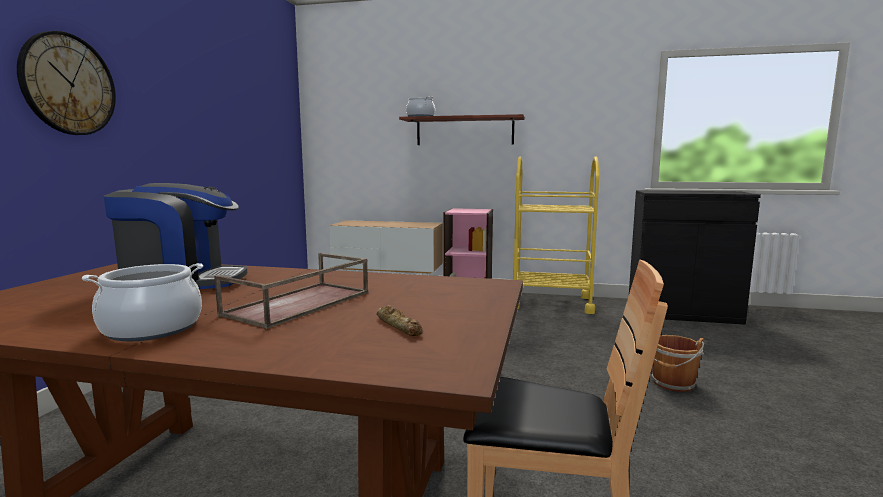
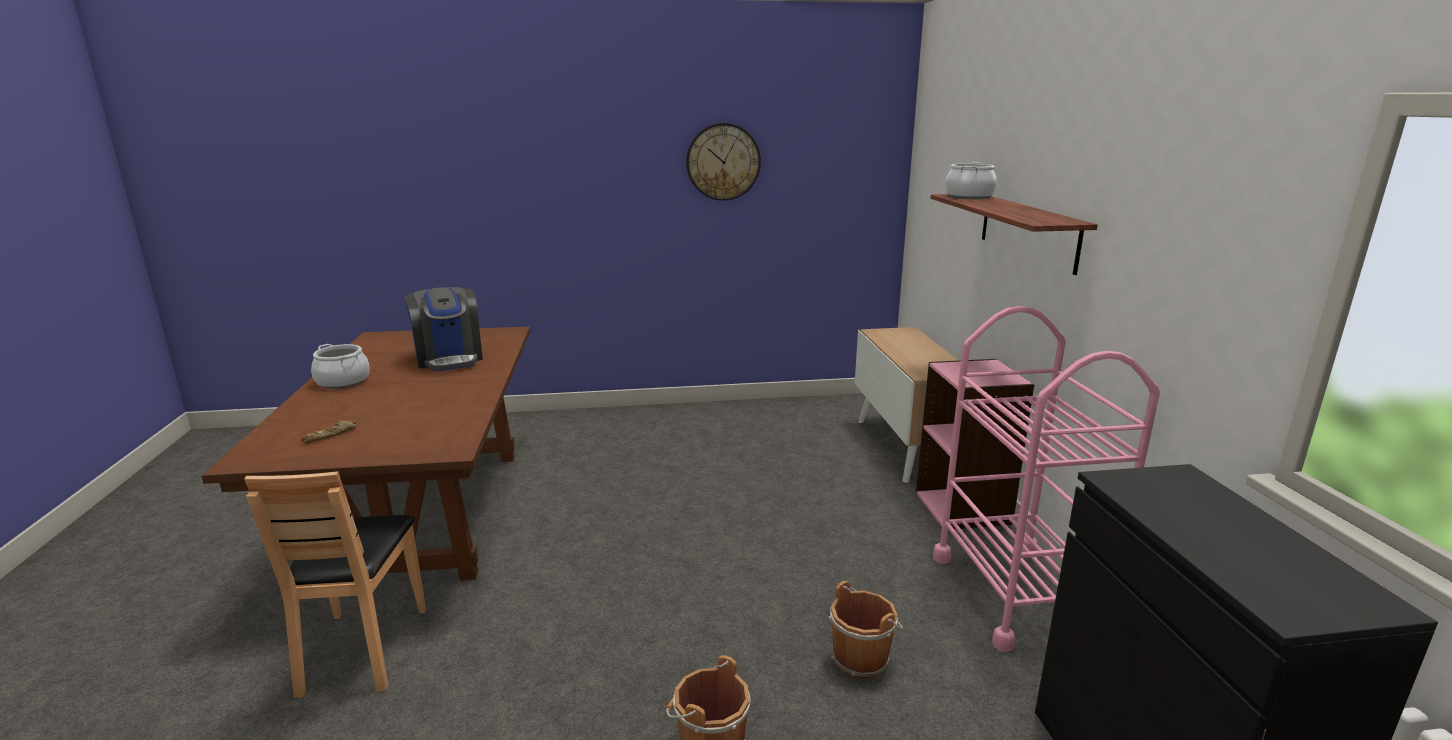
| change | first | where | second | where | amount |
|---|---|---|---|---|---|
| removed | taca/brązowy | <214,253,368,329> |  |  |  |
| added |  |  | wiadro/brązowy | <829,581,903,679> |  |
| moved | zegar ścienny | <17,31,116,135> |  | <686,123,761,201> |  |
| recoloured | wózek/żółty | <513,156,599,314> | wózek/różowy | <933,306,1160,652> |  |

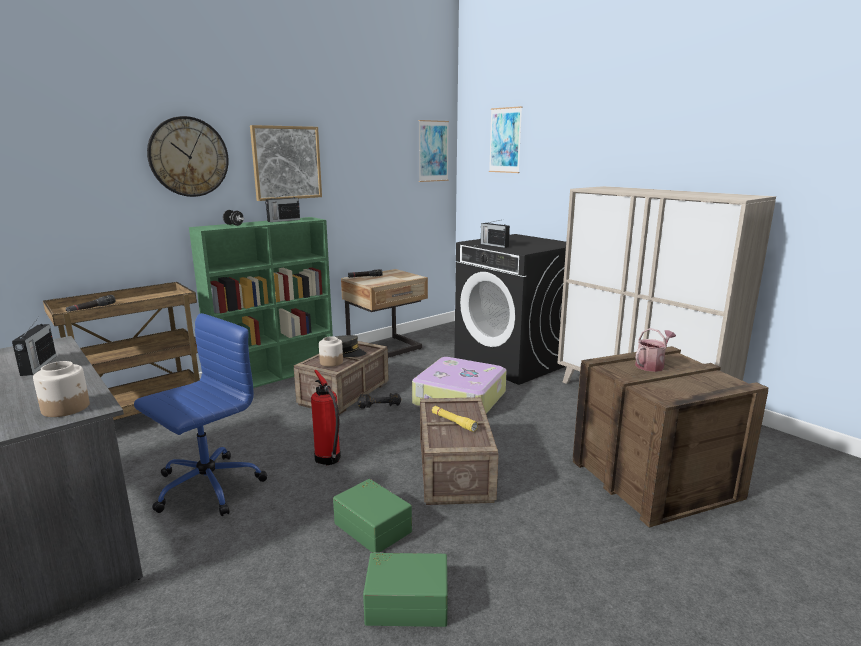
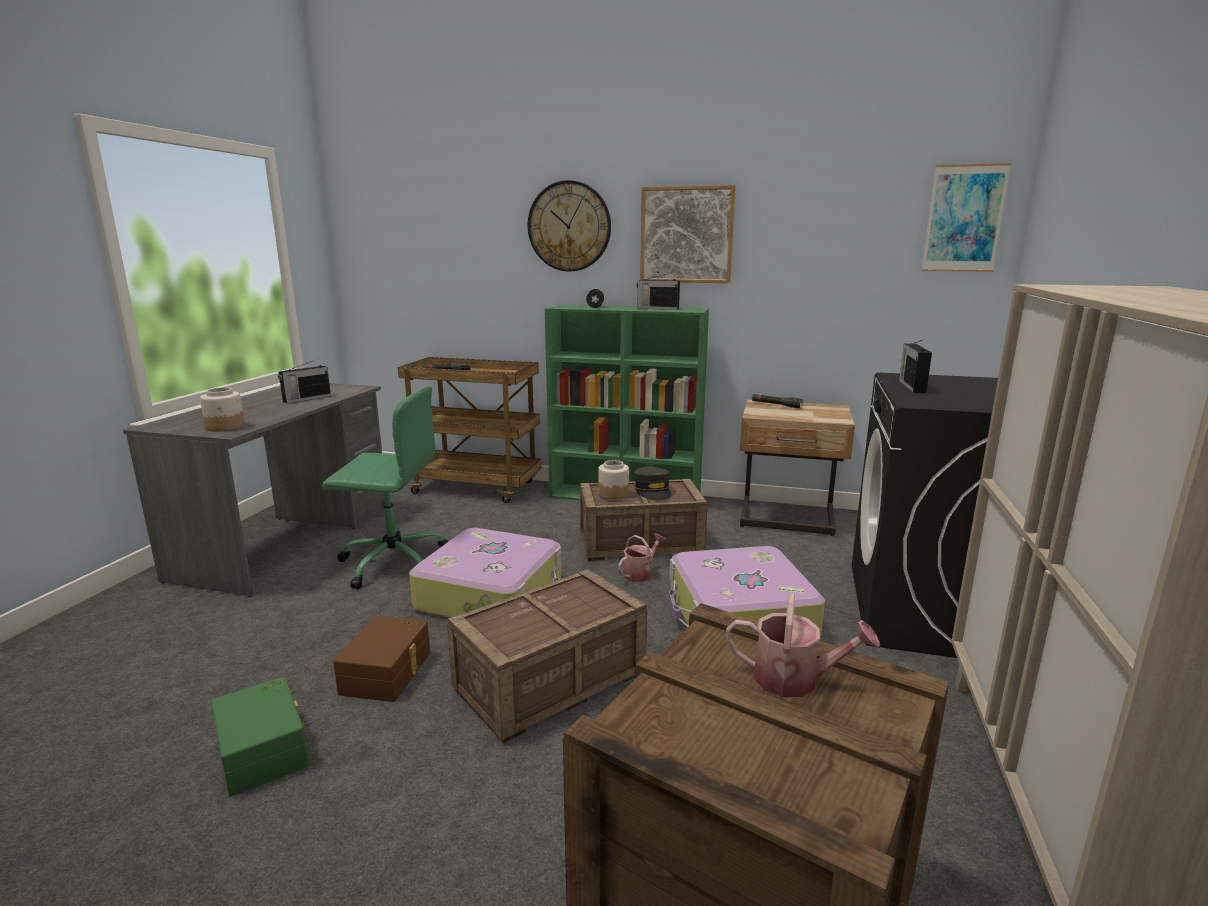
| change | first | where | second | where | amount |
|---|---|---|---|---|---|
| removed | latarka/żółty | <432,406,478,432> |  |  |  |
| removed | obraz | <489,106,522,173> |  |  |  |
| replaced | gaśnica | <311,370,341,465> | walizka | <409,528,562,618> |  |
| replaced | hantel/czarny | <358,393,401,409> | konewka | <618,534,665,582> |  |
| recoloured | krzesło biurowe/niebieski | <134,313,267,516> | krzesło biurowe/zielony | <322,386,448,589> |  |
| recoloured | pojemnik do przechowywania/zielony | <333,479,412,553> | pojemnik do przechowywania/brązowy | <333,616,430,702> |  |

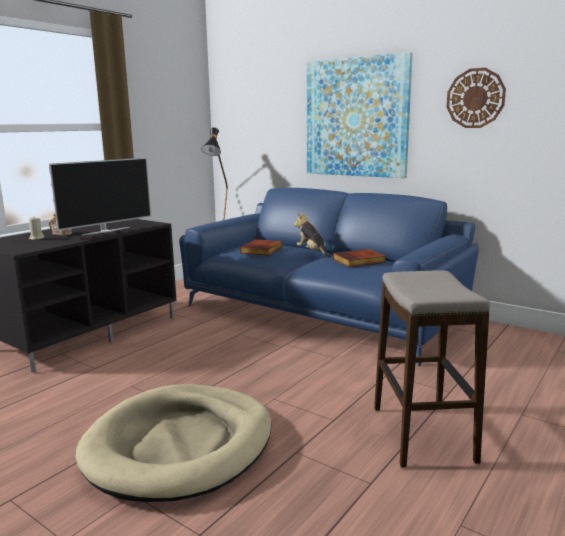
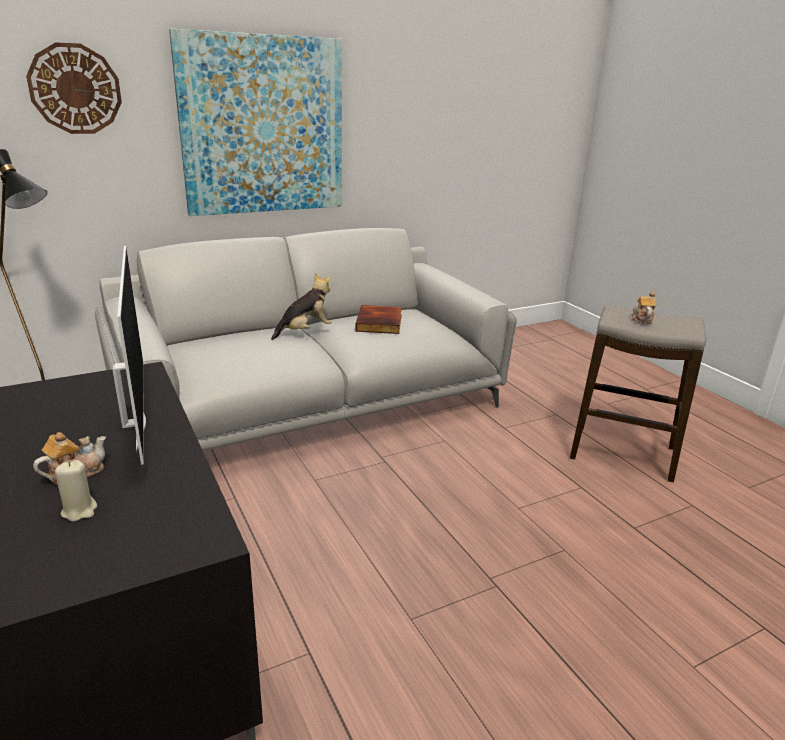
| change | first | where | second | where | amount |
|---|---|---|---|---|---|
| removed | legowisko/beżowy | <75,384,272,502> |  |  |  |
| removed | książka | <240,239,283,256> |  |  |  |
| added |  |  | imbryk | <632,291,657,324> |  |
| moved | zegar ścienny | <447,68,506,128> |  | <26,42,122,134> |  |
| recoloured | kanapa/niebieski | <179,188,479,366> | kanapa/szary | <95,228,517,451> |  |
| turned | pluszak | <294,213,331,258> |  | <271,273,331,340> | 150 degrees clockwise |

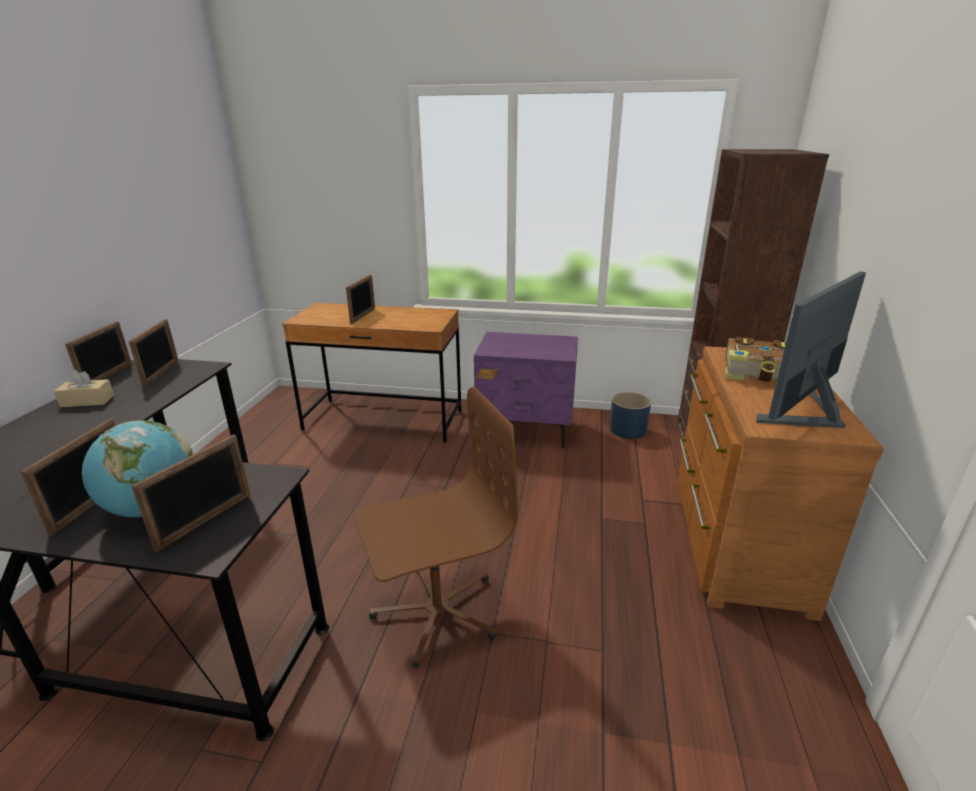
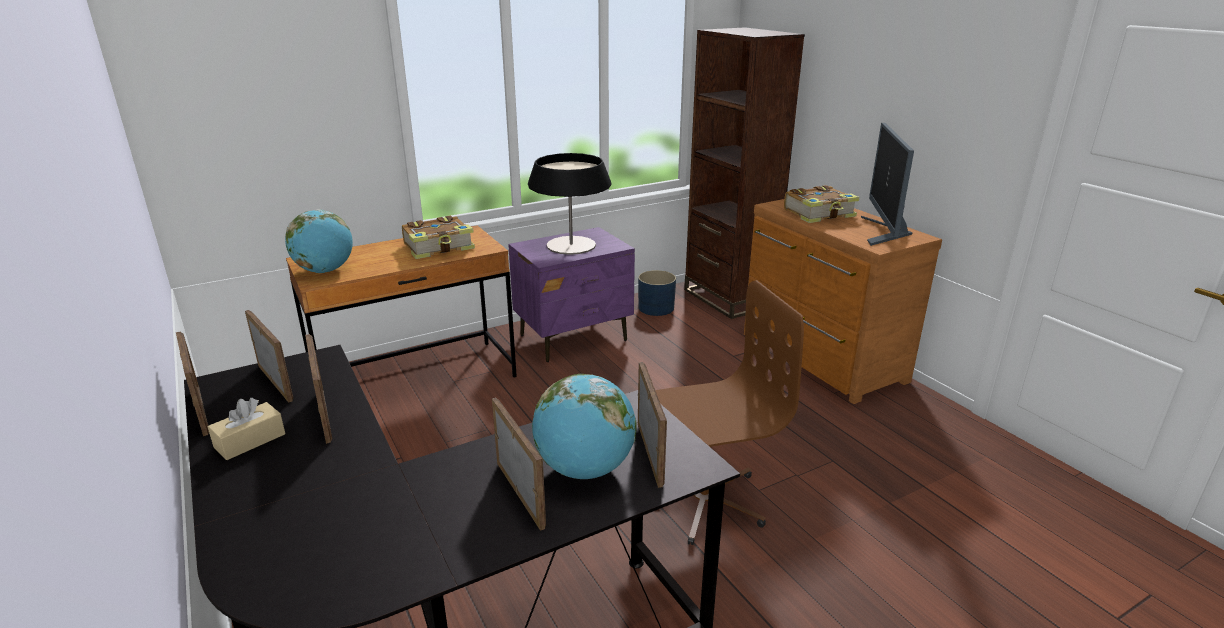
| change | first | where | second | where | amount |
|---|---|---|---|---|---|
| added |  |  | globus | <285,209,353,273> |  |
| added |  |  | książka | <402,216,475,259> |  |
| added |  |  | lampa stołowa | <528,153,612,255> |  |
| moved | ramka na zdjęcie | <346,275,375,324> |  | <305,334,332,444> |  |
| turned | krzesło biurowe/brązowy | <355,387,518,668> |  | <655,280,804,545> | 45 degrees clockwise |

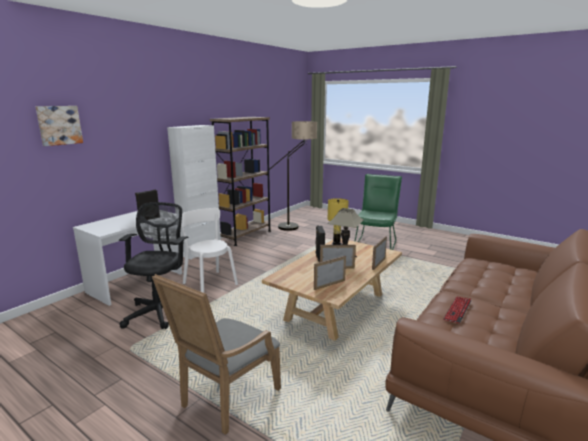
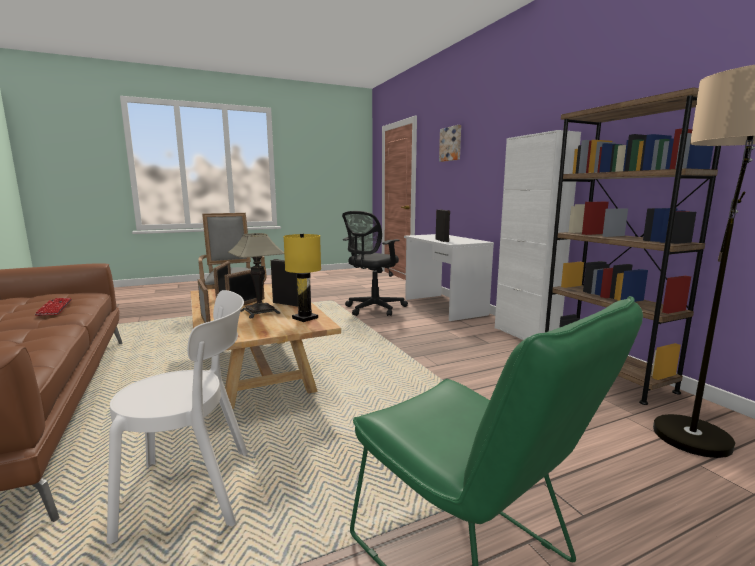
| change | first | where | second | where | amount |
|---|---|---|---|---|---|
| moved | krzesło/biały | <181,208,238,293> |  | <107,290,248,544> |  |
| turned | krzesło biurowe/czarny | <119,202,189,329> |  | <342,211,408,316> | 90 degrees clockwise |

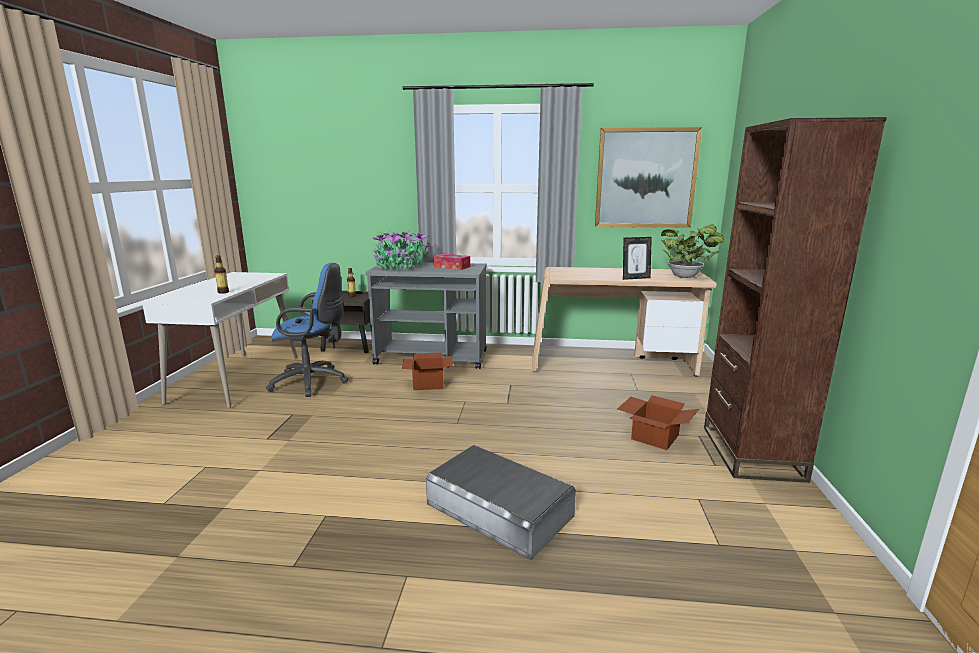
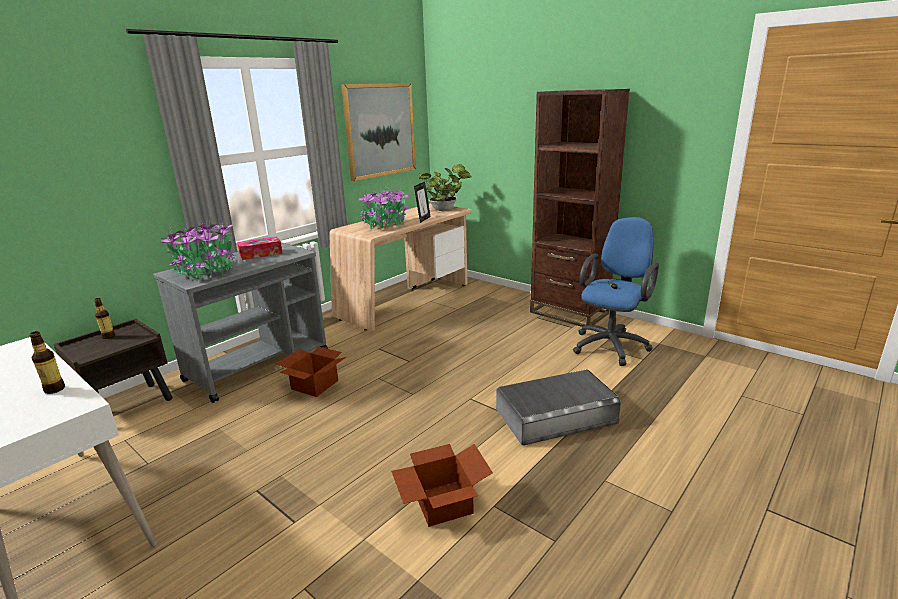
| change | first | where | second | where | amount |
|---|---|---|---|---|---|
| added |  |  | roślina doniczkowa | <358,189,409,229> |  |
| moved | krzesło biurowe/niebieski | <266,263,349,397> |  | <573,217,659,366> |  |
| moved | karton | <617,395,699,450> |  | <391,444,493,527> |  |

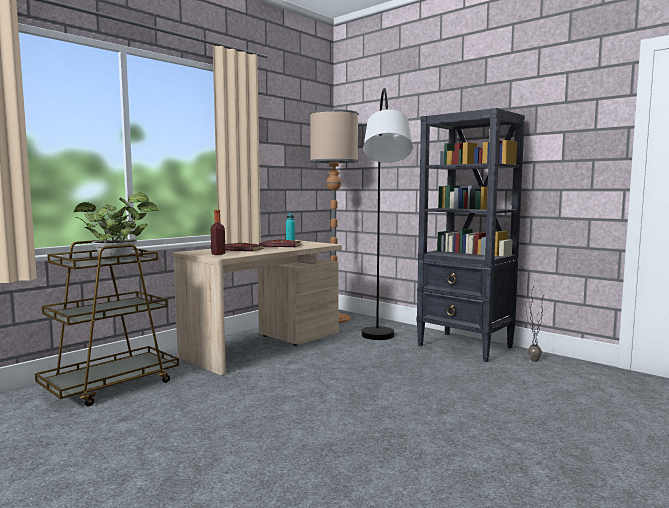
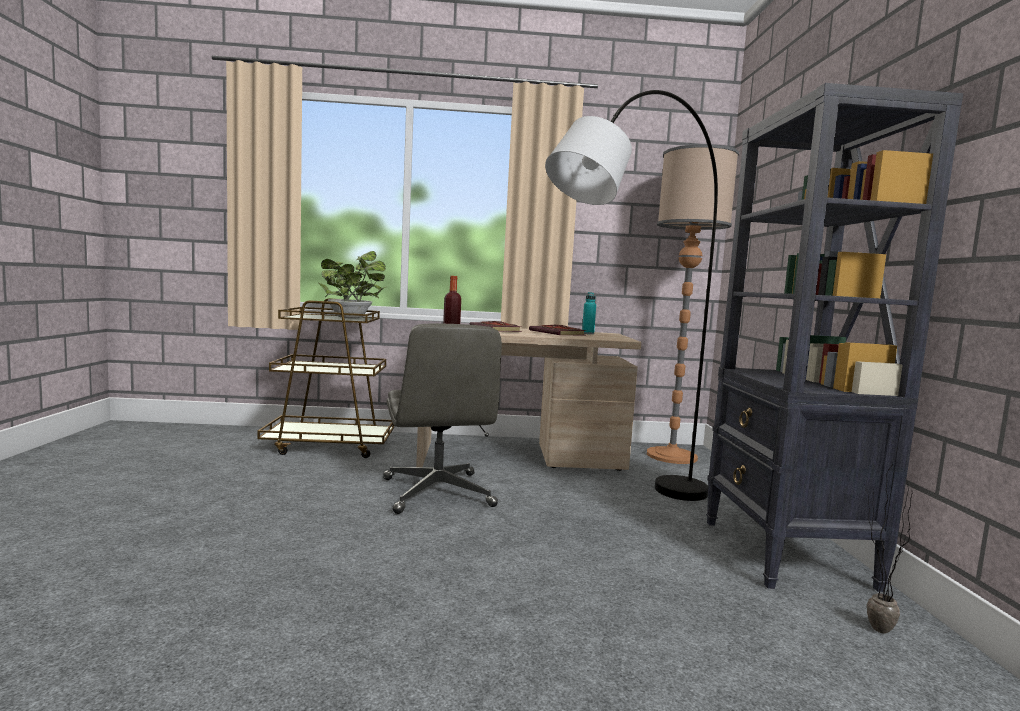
| change | first | where | second | where | amount |
|---|---|---|---|---|---|
| added |  |  | krzesło biurowe/szary | <383,323,502,514> |  |

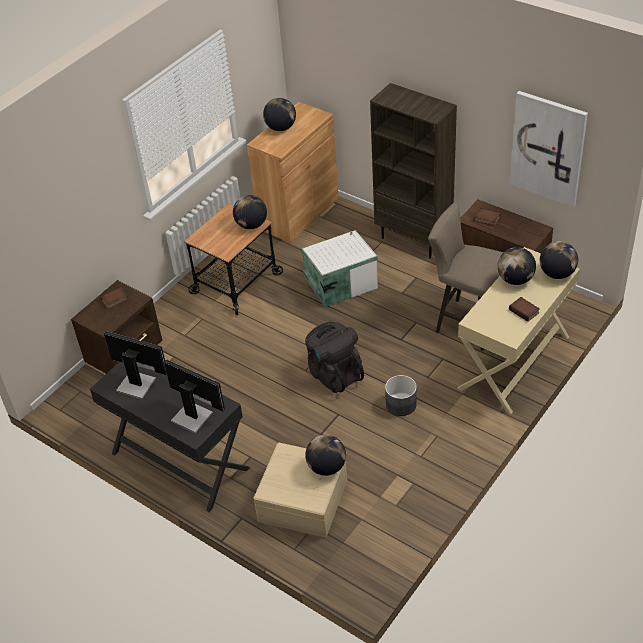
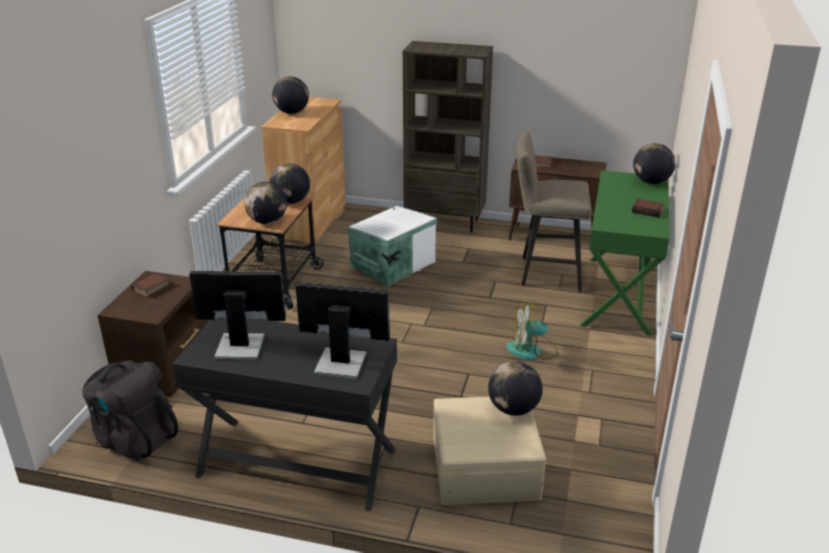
| change | first | where | second | where | amount |
|---|---|---|---|---|---|
| removed | obraz | <510,91,588,207> |  |  |  |
| moved | plecak/czarny | <305,322,364,393> |  | <82,360,178,461> |  |
| moved | globus | <498,247,536,285> |  | <244,182,287,224> |  |
| replaced | donica/szary | <385,375,417,416> | wentylator | <506,301,558,360> |  |
| recoloured | biurko/beżowy | <457,247,580,414> | biurko/zielony | <580,170,669,336> |  |

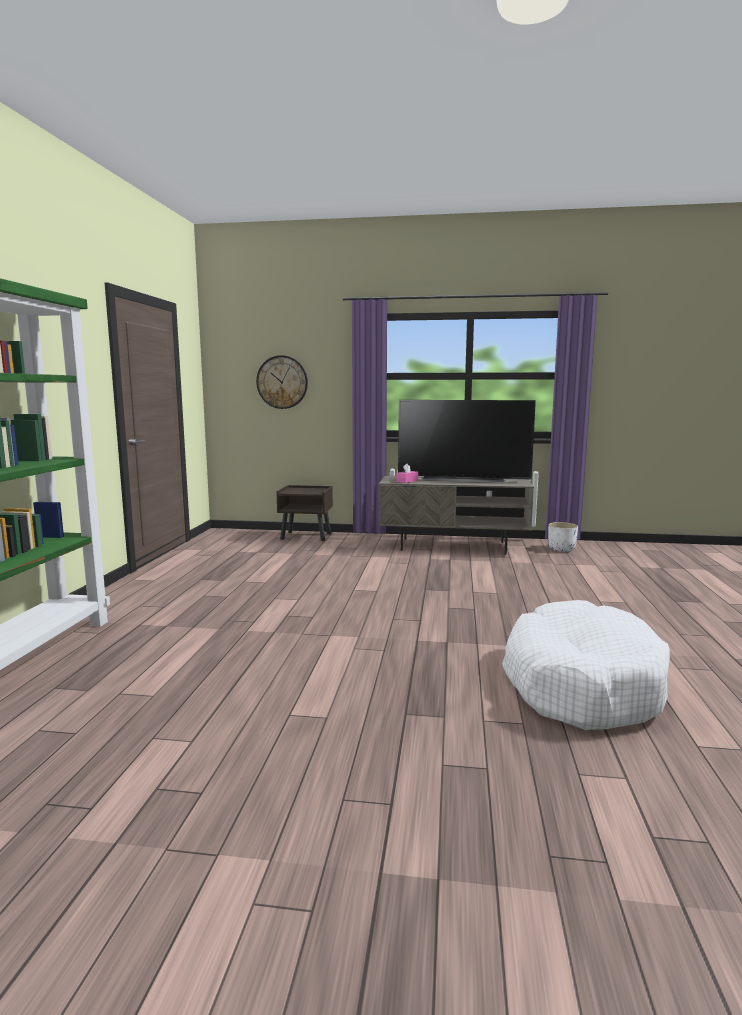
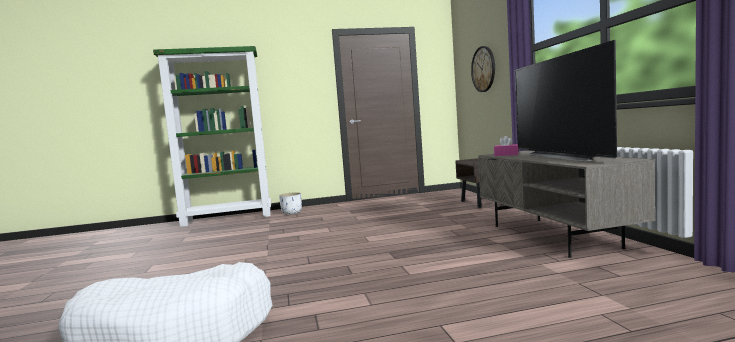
| change | first | where | second | where | amount |
|---|---|---|---|---|---|
| moved | donica/biały | <548,522,578,552> |  | <279,192,302,214> |  |

